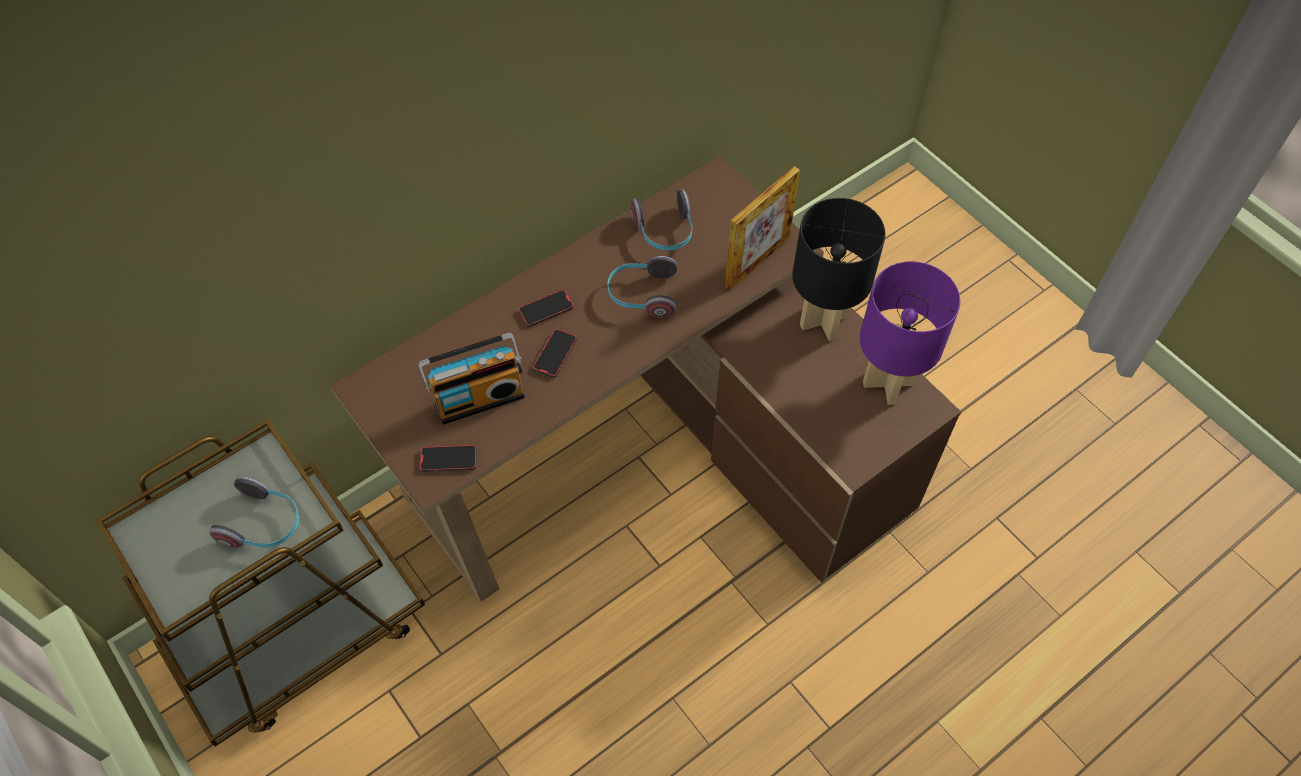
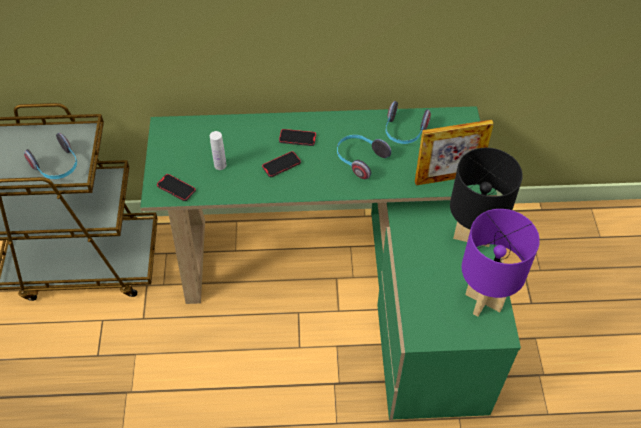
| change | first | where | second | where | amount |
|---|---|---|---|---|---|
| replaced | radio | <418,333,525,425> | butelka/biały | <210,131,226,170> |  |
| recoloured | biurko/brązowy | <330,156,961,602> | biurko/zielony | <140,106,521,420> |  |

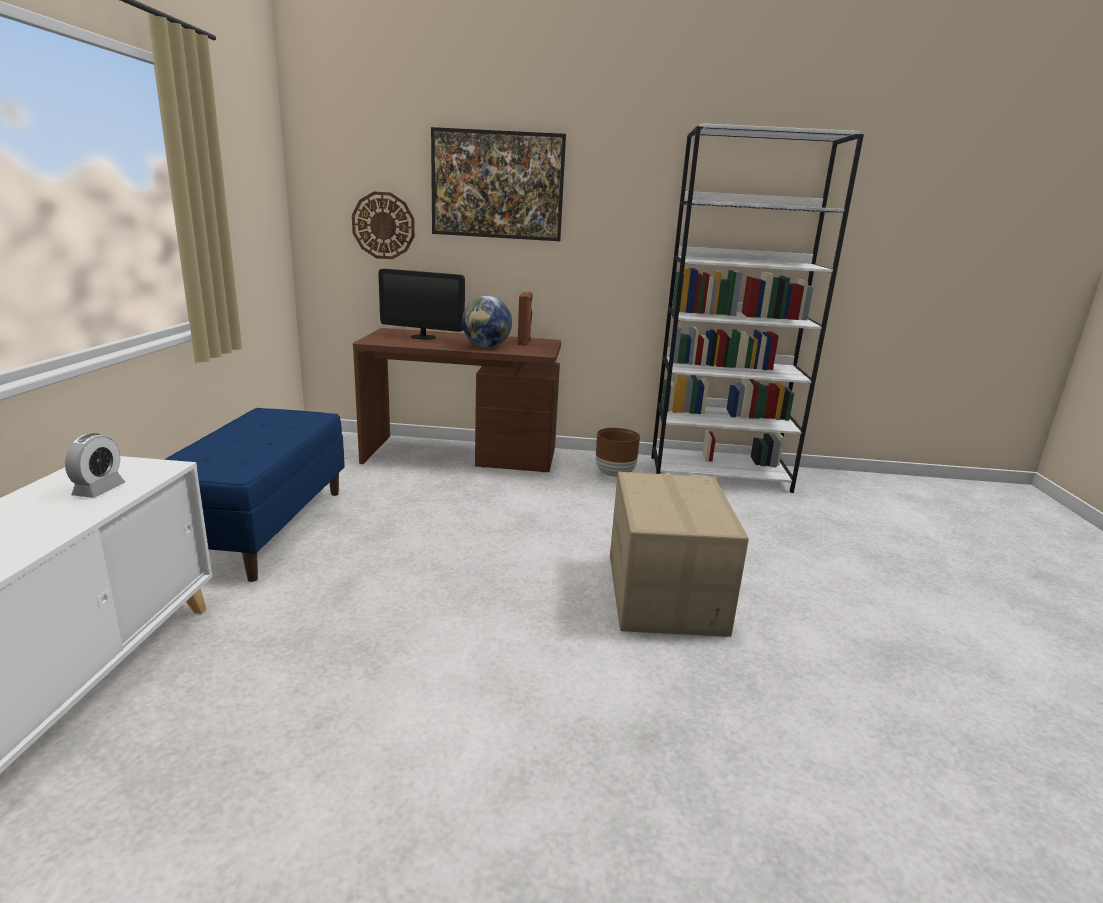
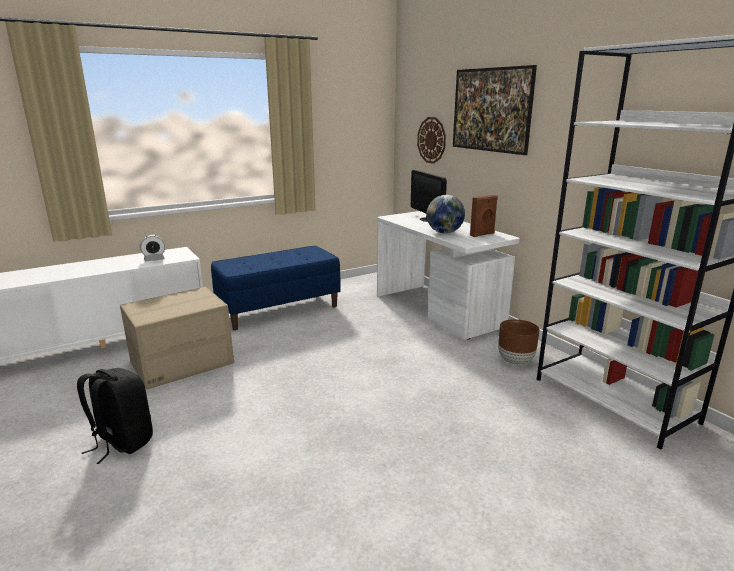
| change | first | where | second | where | amount |
|---|---|---|---|---|---|
| added |  |  | plecak/czarny | <77,368,153,464> |  |
| moved | karton | <610,472,749,637> |  | <120,287,234,390> |  |
| recoloured | biurko/brązowy | <353,328,561,472> | biurko/biały | <377,211,520,340> |  |

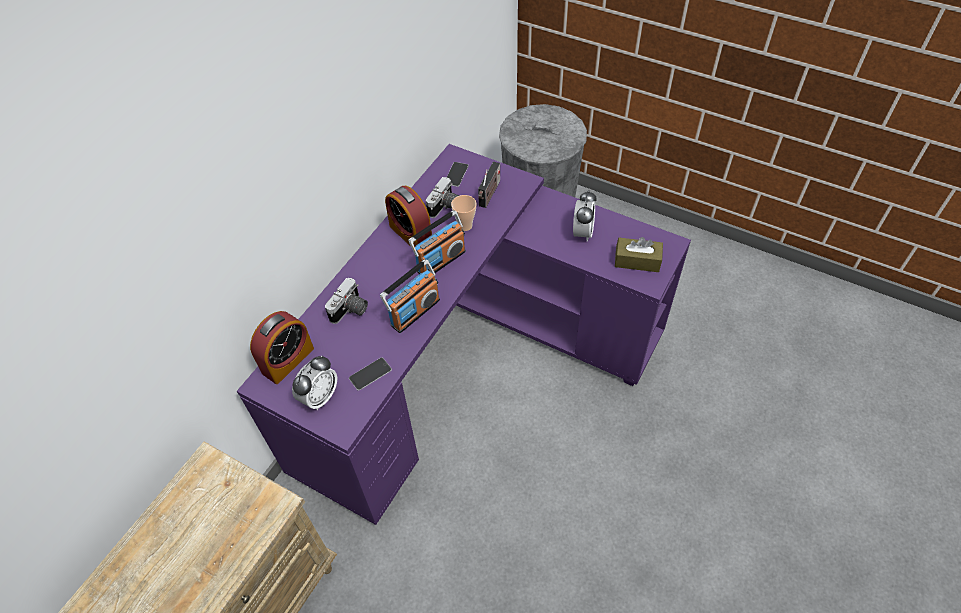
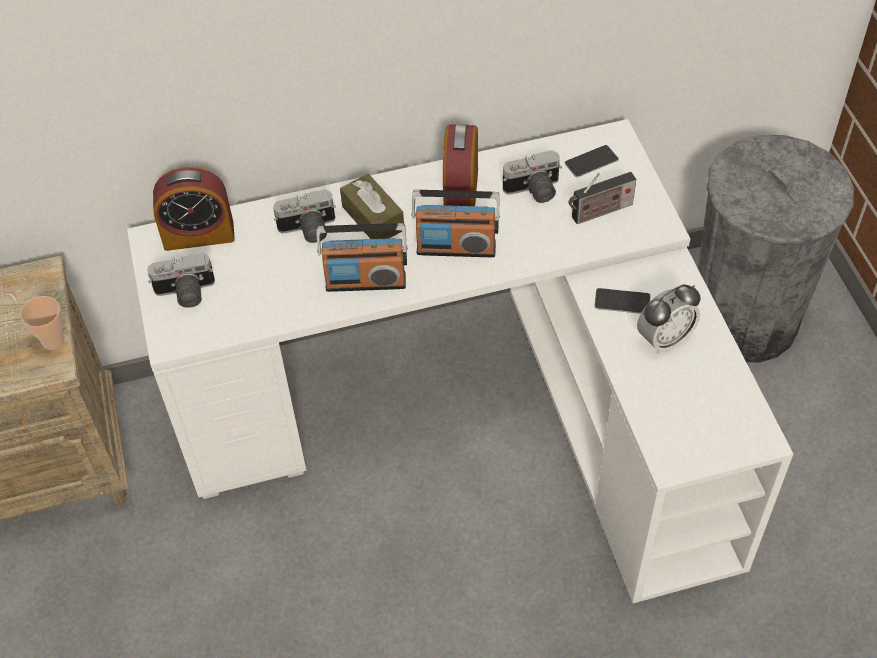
| change | first | where | second | where | amount |
|---|---|---|---|---|---|
| moved | telefon | <349,357,392,391> |  | <594,288,650,314> |  |
| moved | filiżanka | <451,195,476,231> |  | <20,296,65,350> |  |
| moved | pudełko chusteczek/brązowy | <615,237,663,272> |  | <340,174,404,239> |  |
| replaced | budzik | <292,356,337,410> | aparat fotograficzny | <147,252,215,308> |  |
| recoloured | biurko/fioletowy | <237,144,691,525> | biurko/biały | <127,119,793,603> |  |

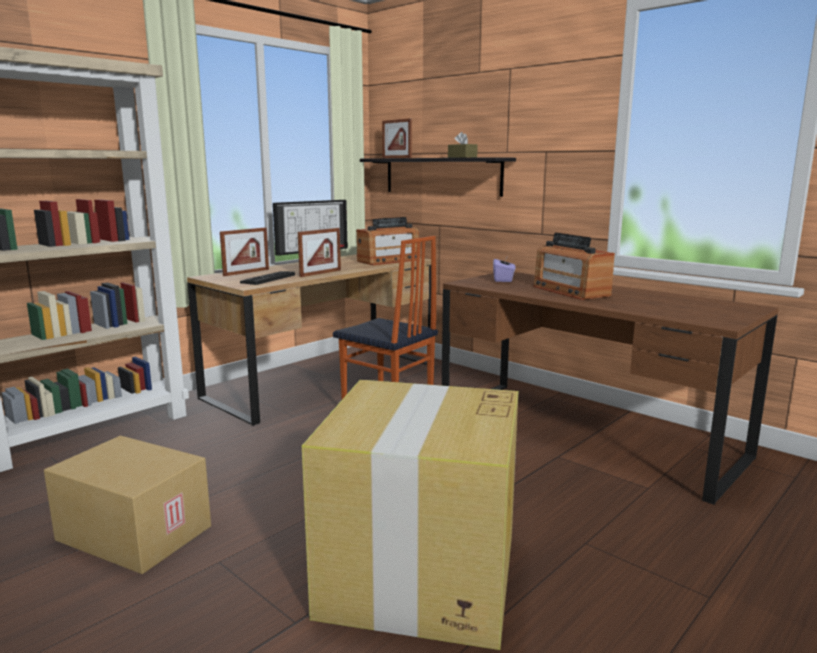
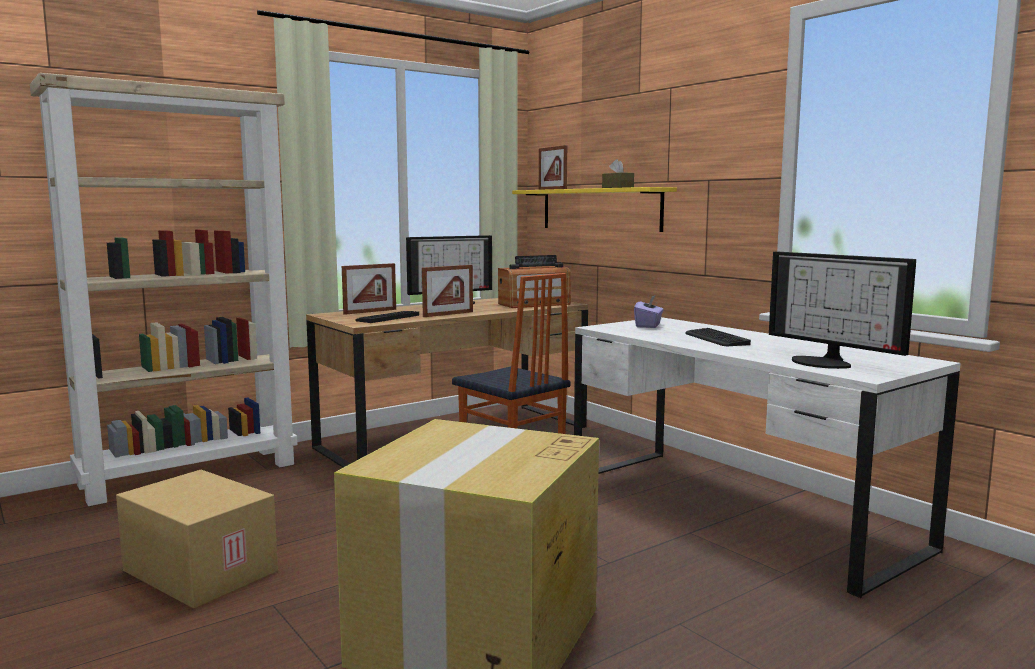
| change | first | where | second | where | amount |
|---|---|---|---|---|---|
| added |  |  | monitor | <769,251,916,369> |  |
| replaced | radio | <533,232,615,300> | klawiatura | <685,328,751,346> |  |
| recoloured | półka/czarny | <360,157,516,197> | półka/żółty | <512,187,677,232> |  |
| recoloured | biurko/brązowy | <442,272,779,505> | biurko/biały | <574,317,961,598> |  |

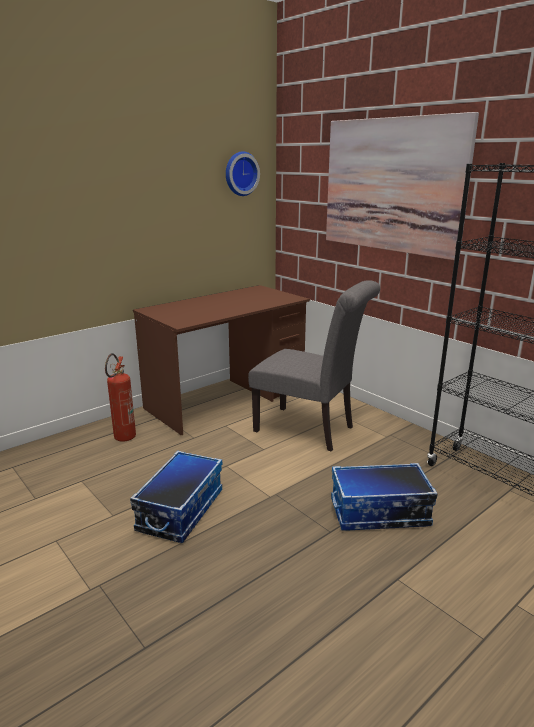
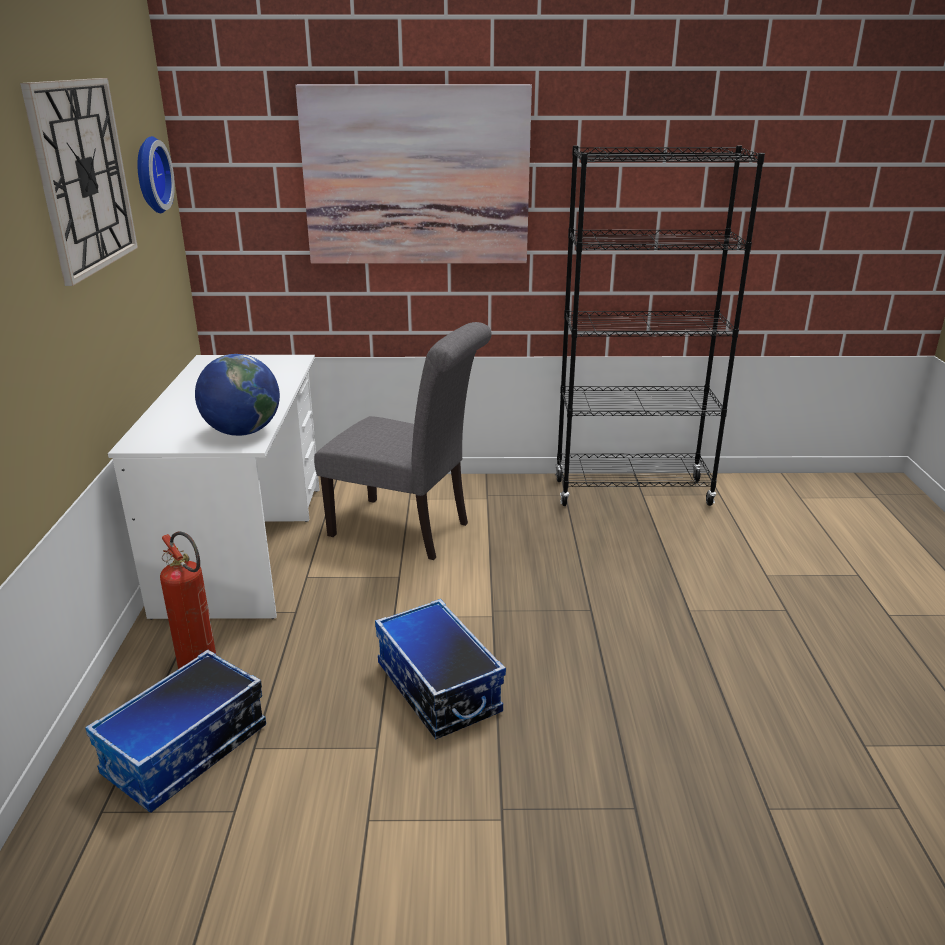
| change | first | where | second | where | amount |
|---|---|---|---|---|---|
| added |  |  | zegar ścienny | <20,78,138,286> |  |
| added |  |  | globus | <195,354,280,436> |  |
| moved | pojemnik do przechowywania | <331,463,438,531> |  | <85,650,266,813> |  |
| recoloured | biurko/brązowy | <133,285,310,435> | biurko/biały | <108,355,320,620> |  |
| turned | krzesło/szary | <248,280,380,452> |  | <314,322,492,560> | 45 degrees clockwise |

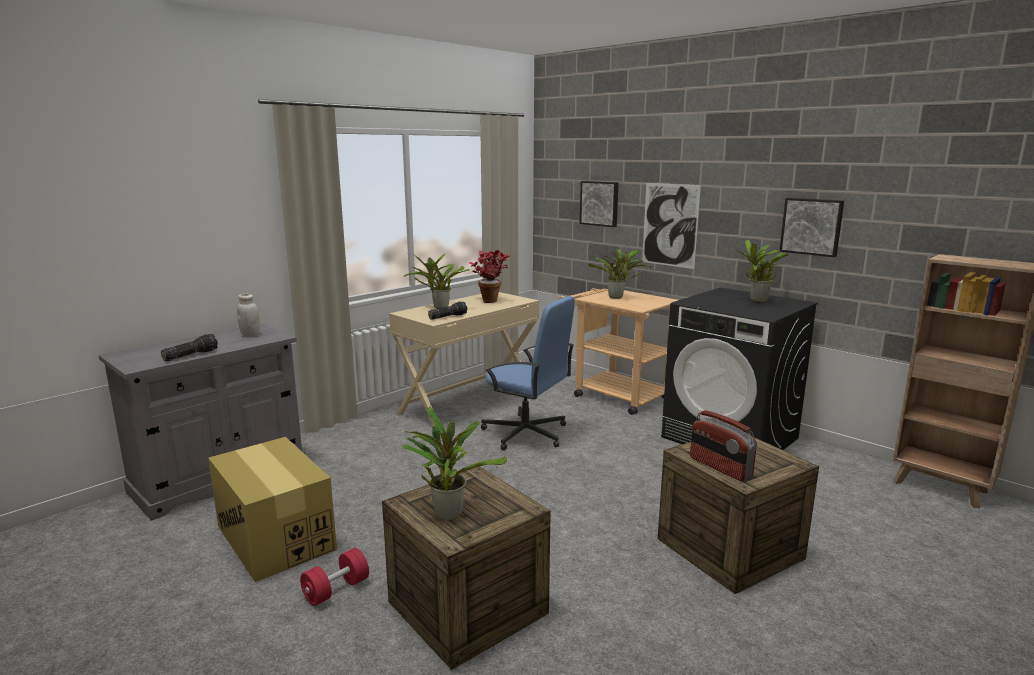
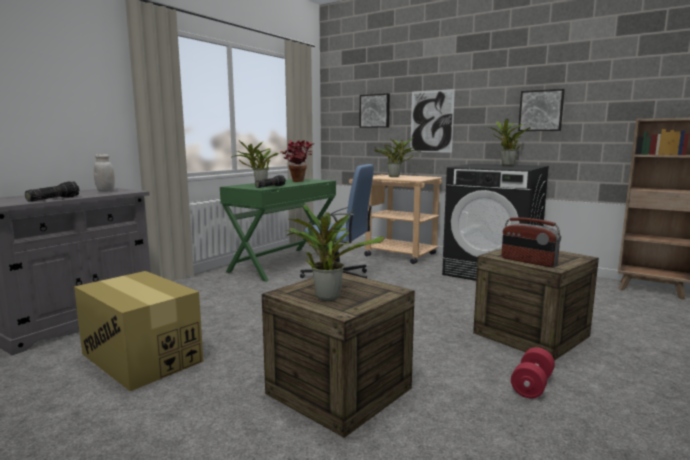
| change | first | where | second | where | amount |
|---|---|---|---|---|---|
| moved | hantel/czerwony | <300,548,369,606> |  | <511,347,555,399> |  |
| recoloured | biurko/beżowy | <389,292,539,425> | biurko/zielony | <220,179,336,282> |  |

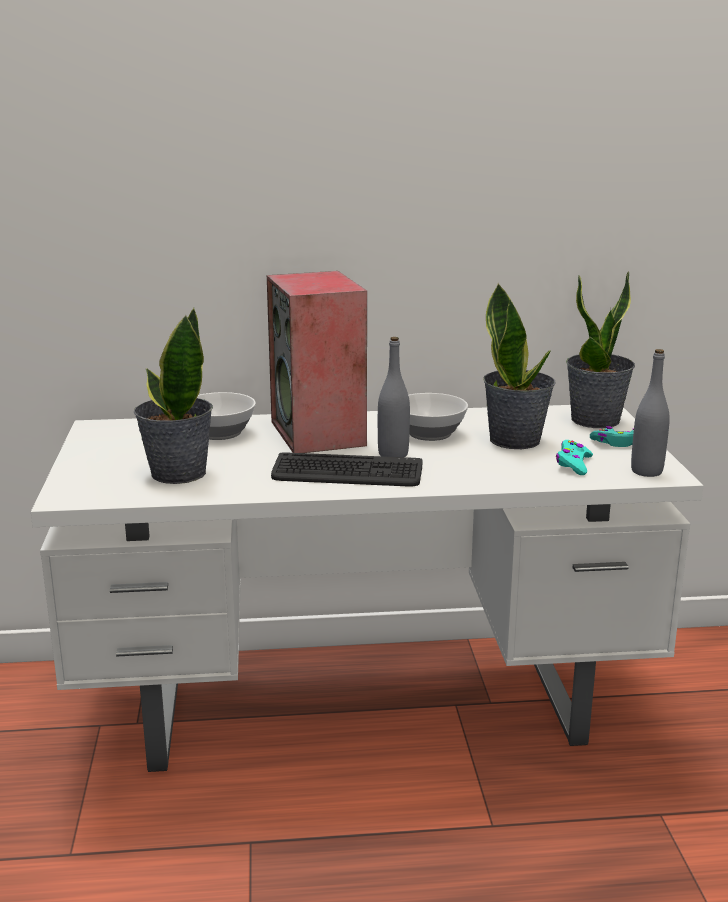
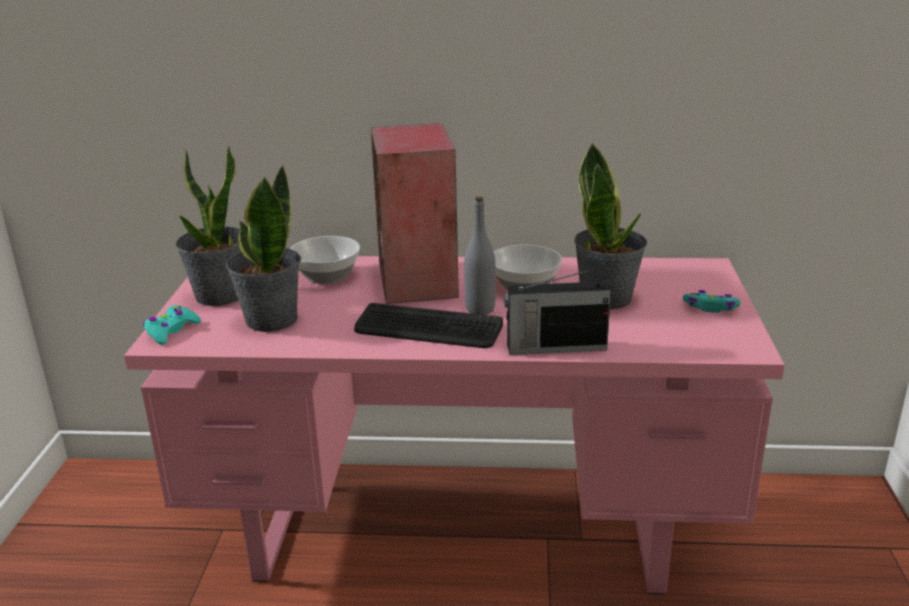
| change | first | where | second | where | amount |
|---|---|---|---|---|---|
| removed | butelka/szary | <631,349,670,477> |  |  |  |
| added |  |  | radio | <504,268,611,355> |  |
| moved | pad do gier/turkusowy | <556,440,593,475> |  | <143,305,201,345> |  |
| moved | roślina doniczkowa | <566,271,635,428> |  | <176,147,241,306> |  |
| recoloured | biurko/biały | <31,405,703,772> | biurko/różowy | <124,256,785,594> |  |

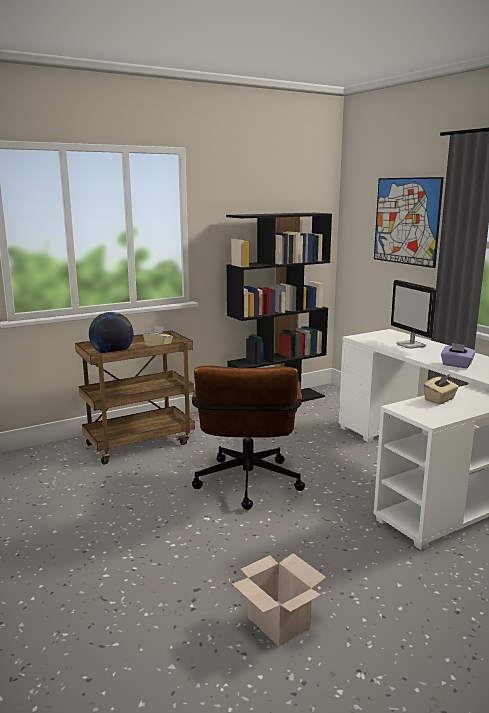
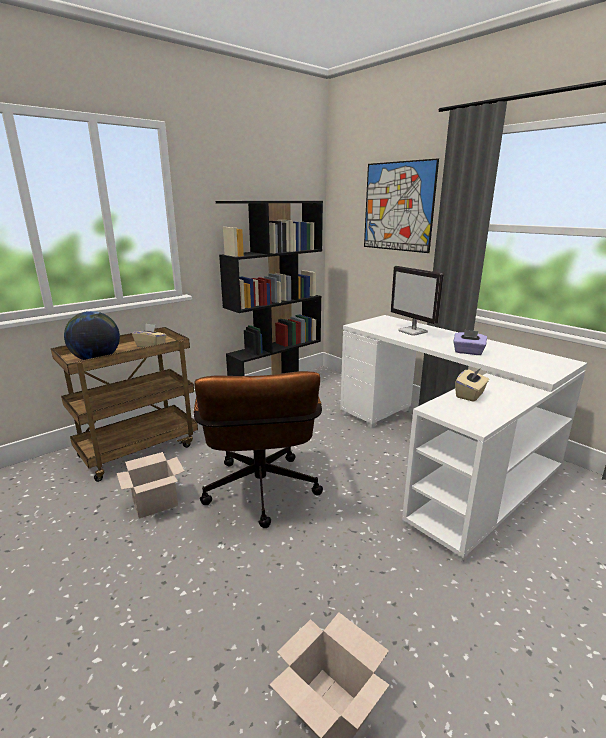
| change | first | where | second | where | amount |
|---|---|---|---|---|---|
| added |  |  | karton | <117,452,184,519> |  |

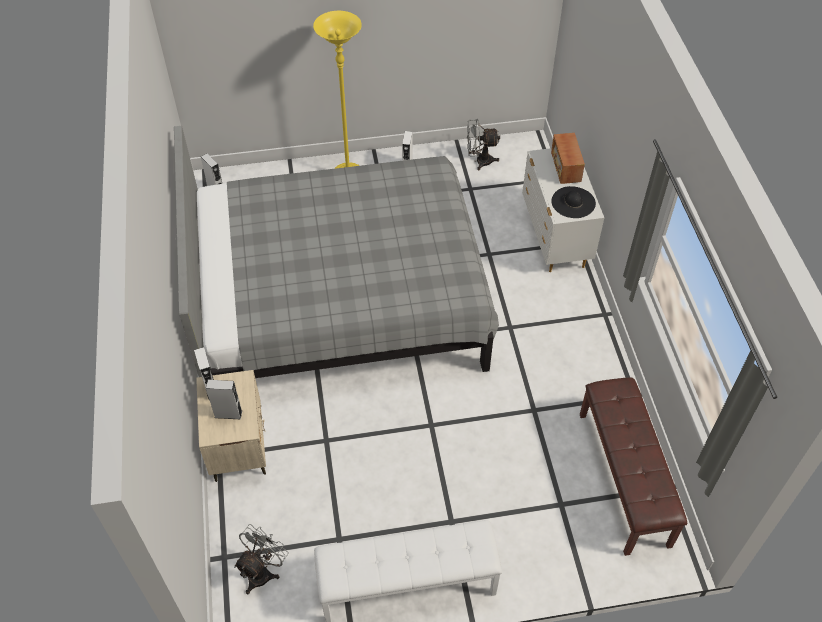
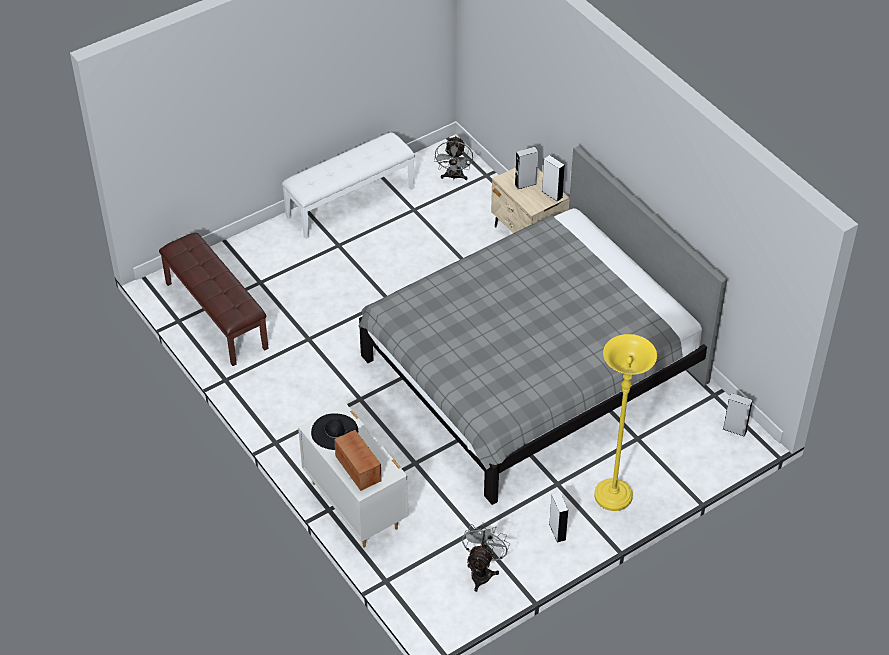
| change | first | where | second | where | amount |
|---|---|---|---|---|---|
| turned | wentylator/szary | <467,119,500,171> |  | <462,523,510,592> | 45 degrees counterclockwise |

